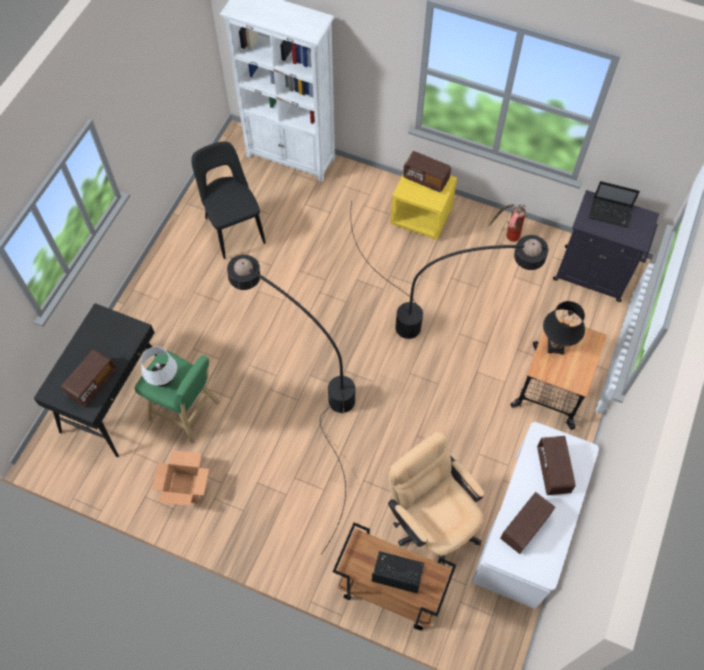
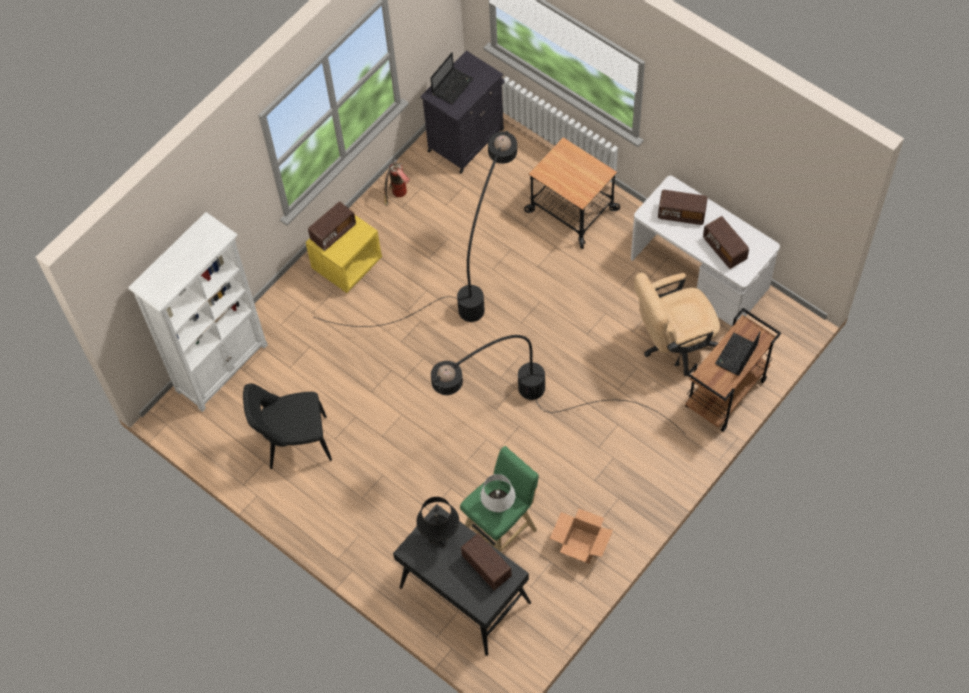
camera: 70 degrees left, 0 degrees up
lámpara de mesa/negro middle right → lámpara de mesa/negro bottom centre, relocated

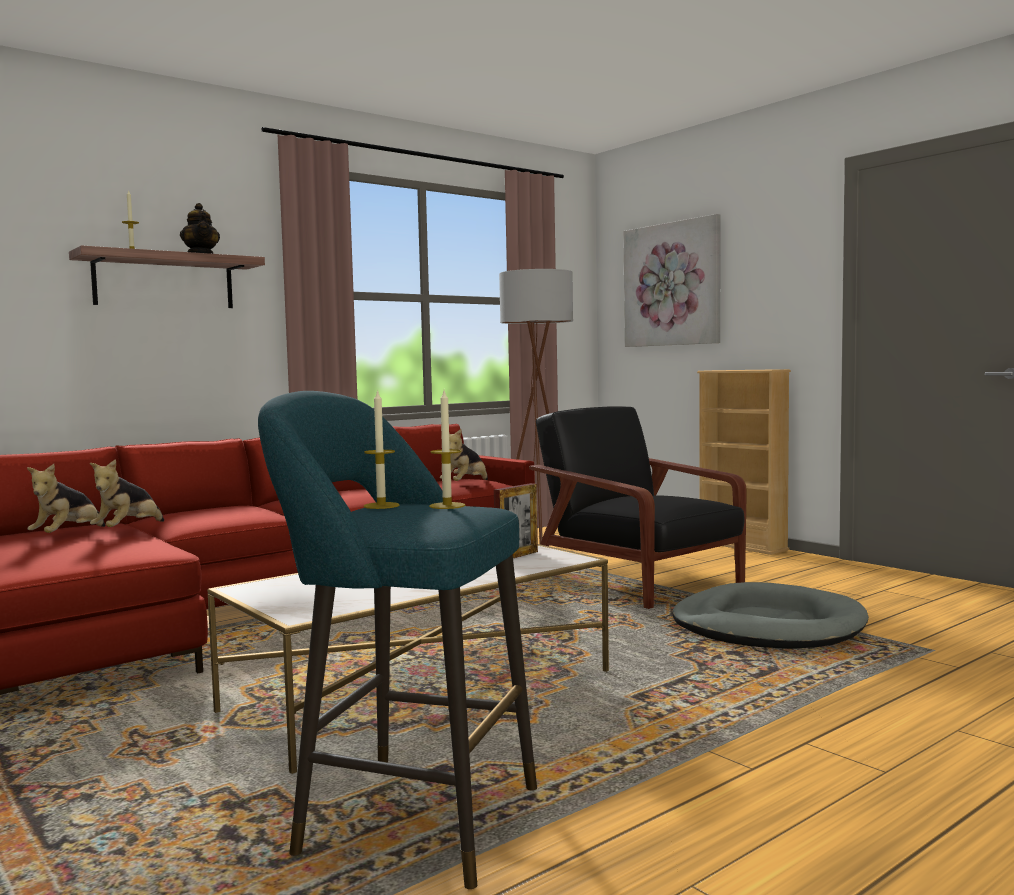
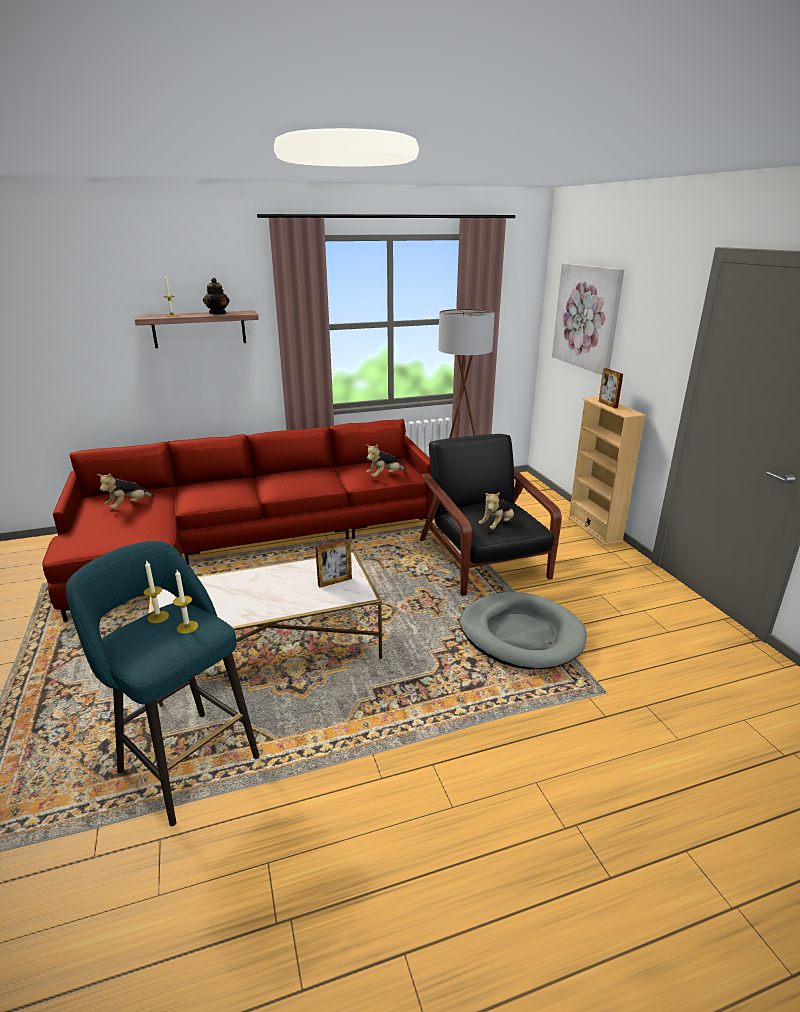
camera: 20 degrees right, 20 degrees up
- → portarretratos (no. 2 from left) middle right
peluche (no. 2 from left in the first image) middle left → peluche (no. 3 from left) centre, relocated

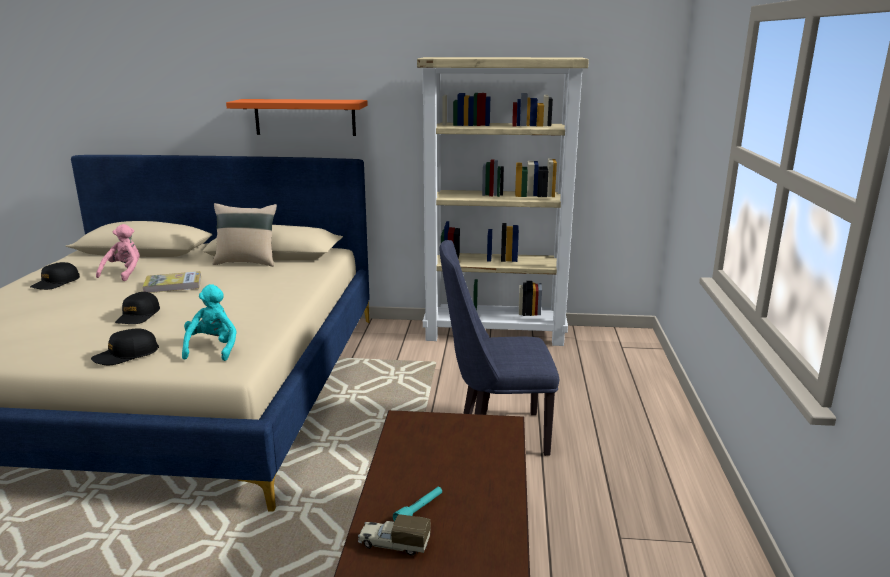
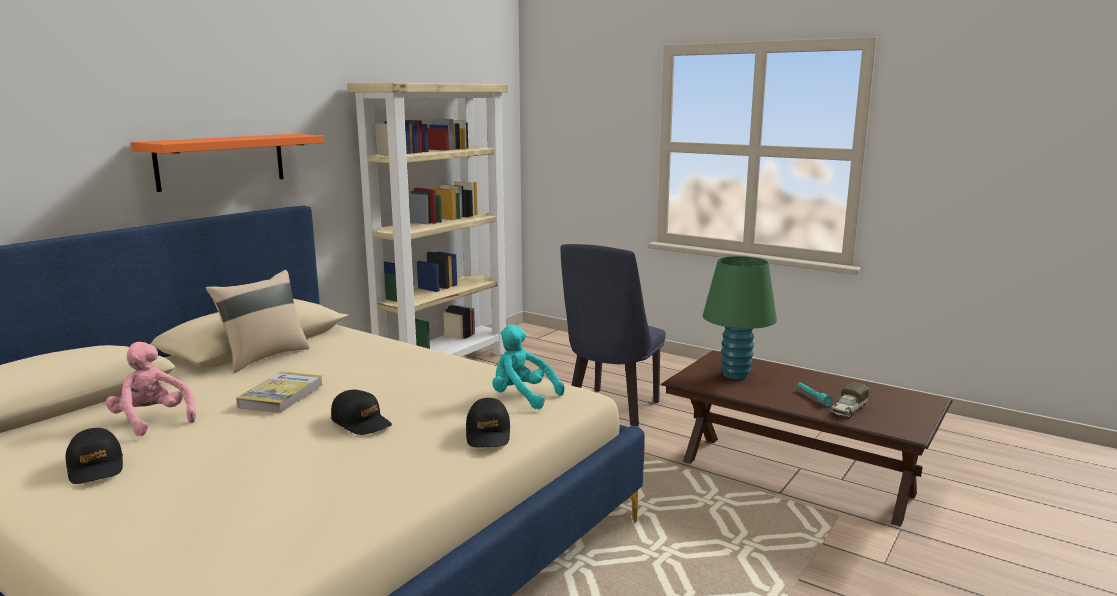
camera: 60 degrees left, 5 degrees down
- → lámpara de mesa/verde centre

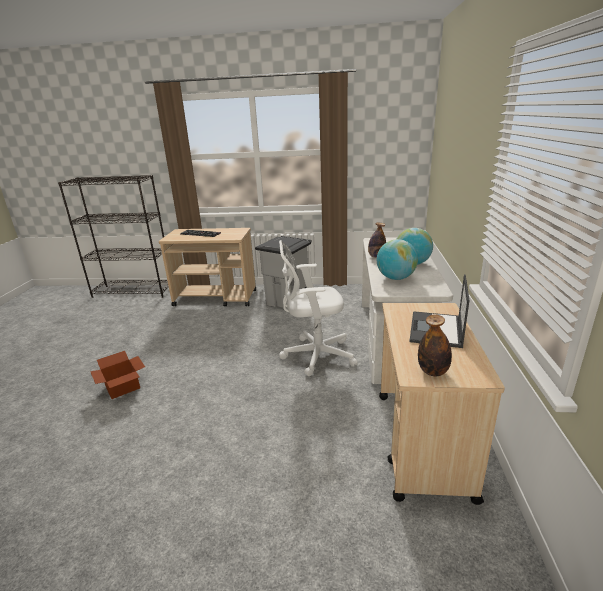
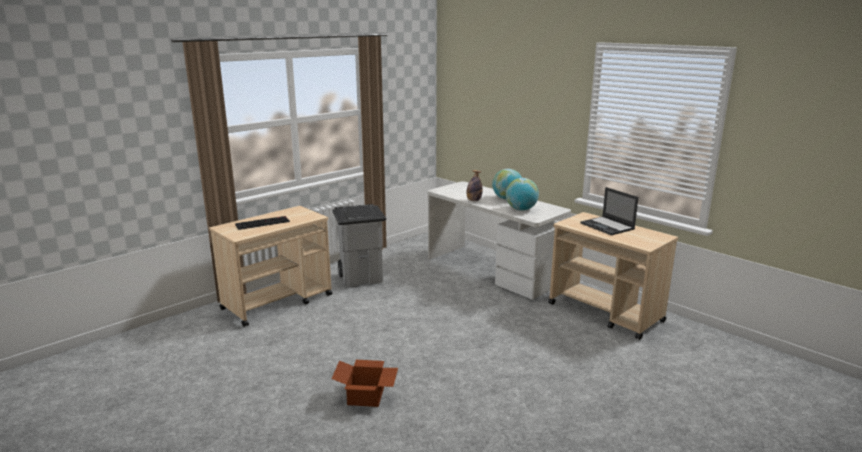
camera: 50 degrees left, 5 degrees down
estantería/negro middle left → -
silla de oficina/blanco centre → -
botella (no. 2 from left) middle right → -

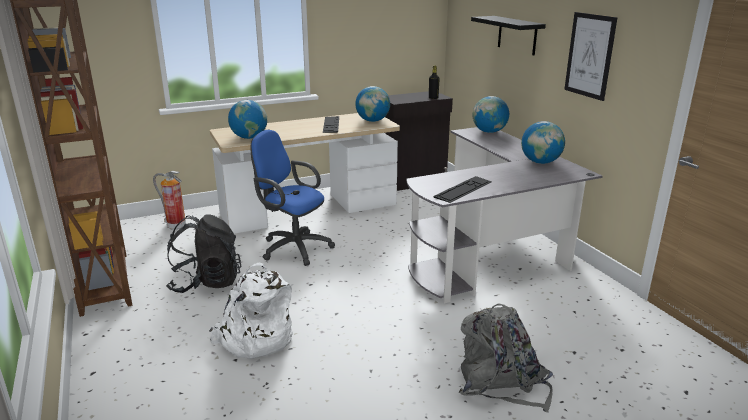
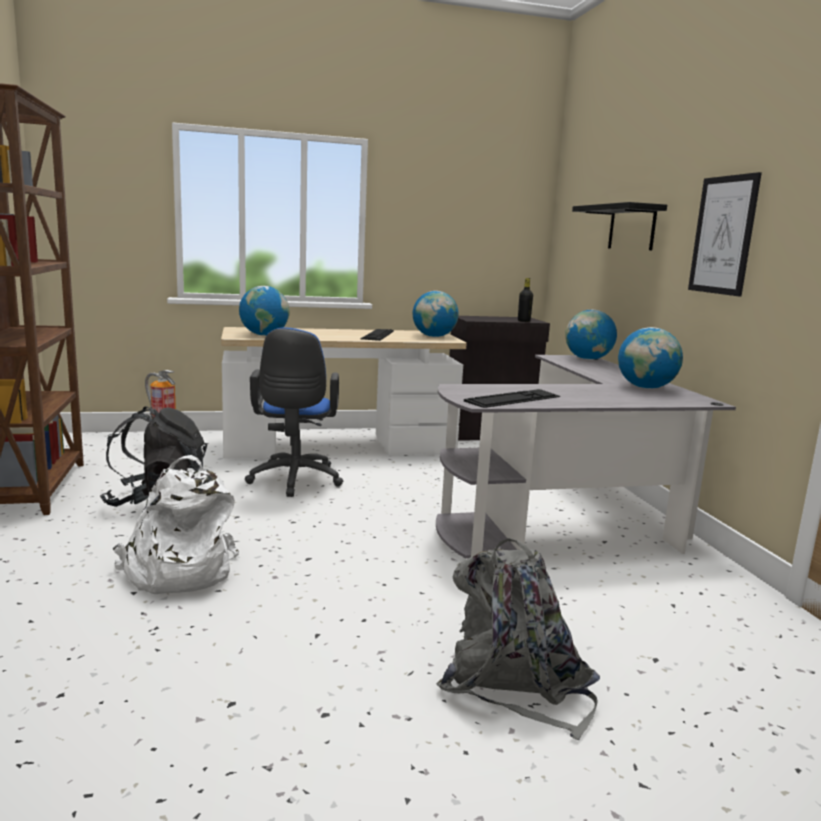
camera: 10 degrees right, 10 degrees down
silla de oficina/azul centre, 135 degrees counterclockwise

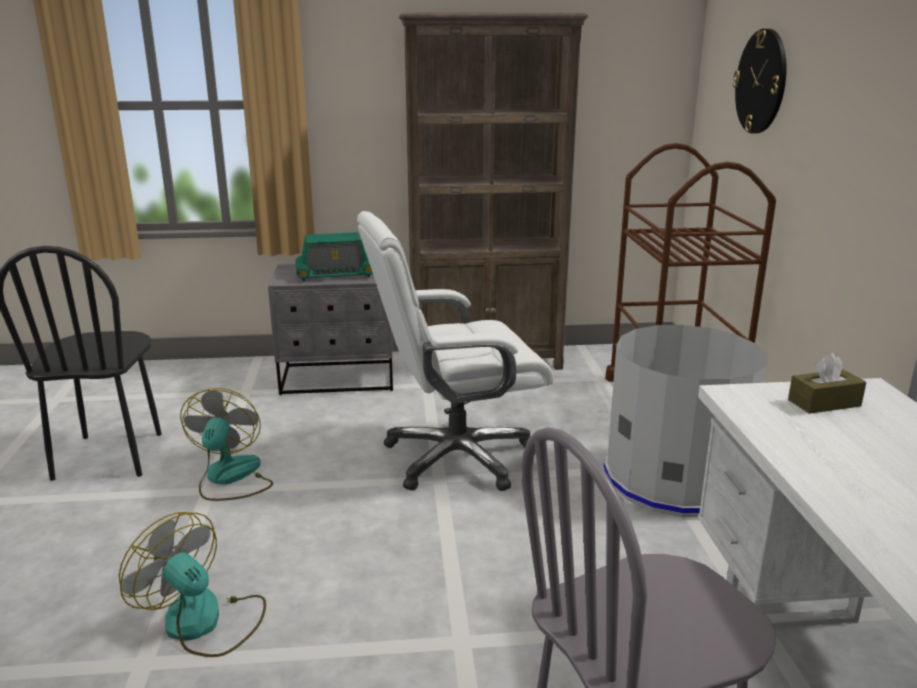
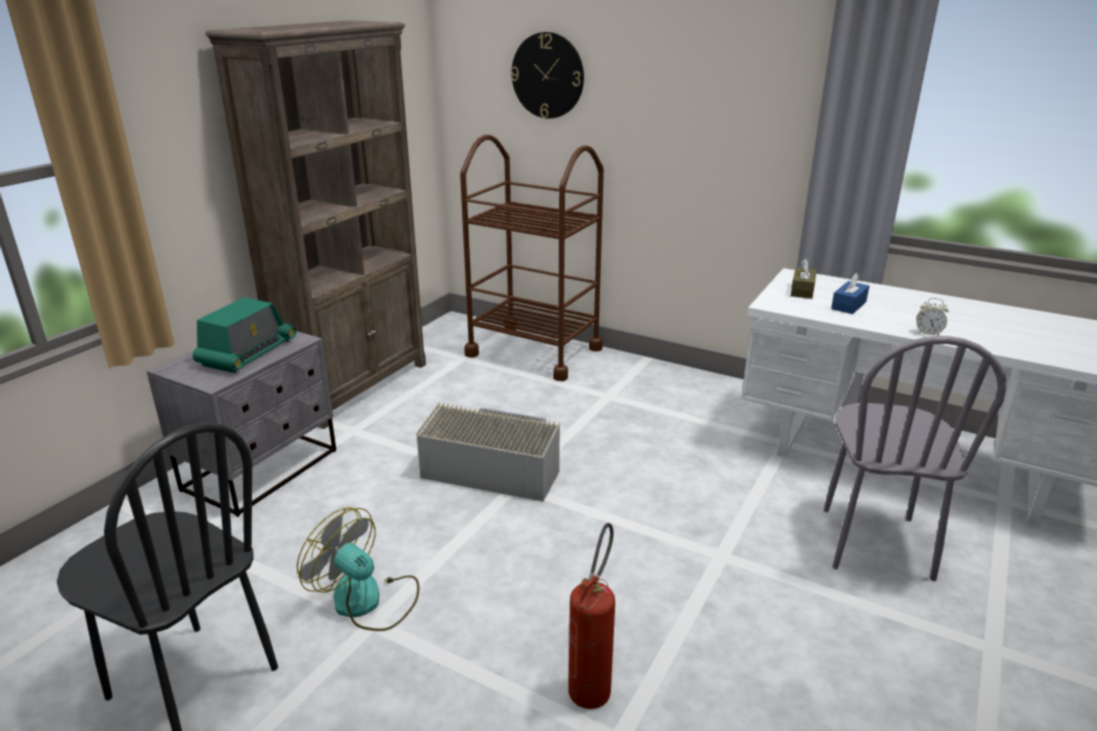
camera: 55 degrees left, 5 degrees up
papelera/gris middle right → -
- → caja de pañuelos/azul middle right
- → despertador middle right
ventilador (no. 1 from left) bottom left → extintor bottom centre
silla de oficina/blanco centre → caja de almacenaje/gris centre

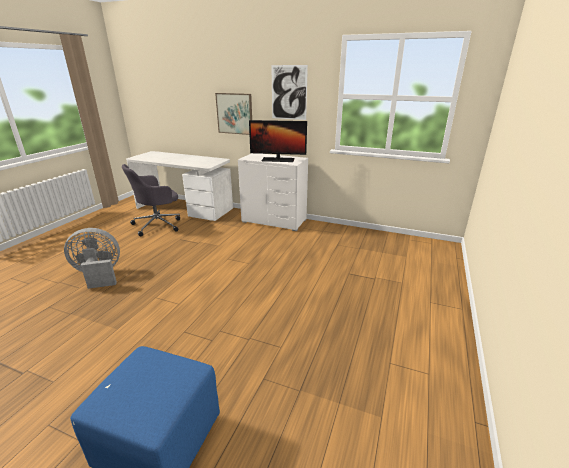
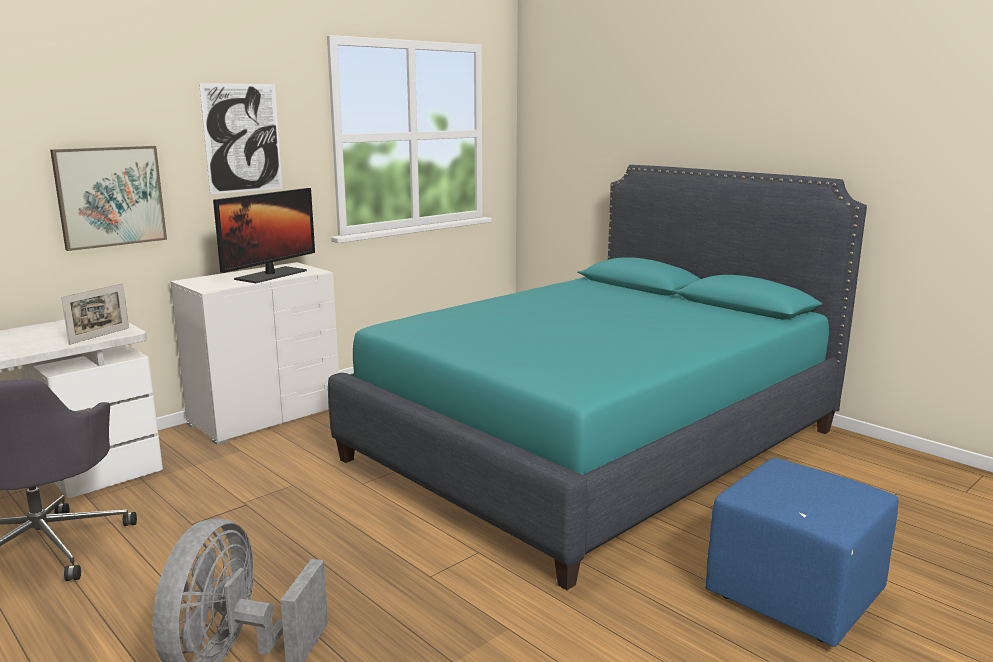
camera: 65 degrees left, 10 degrees down
- → portarretratos middle left
- → cama/turquesa centre

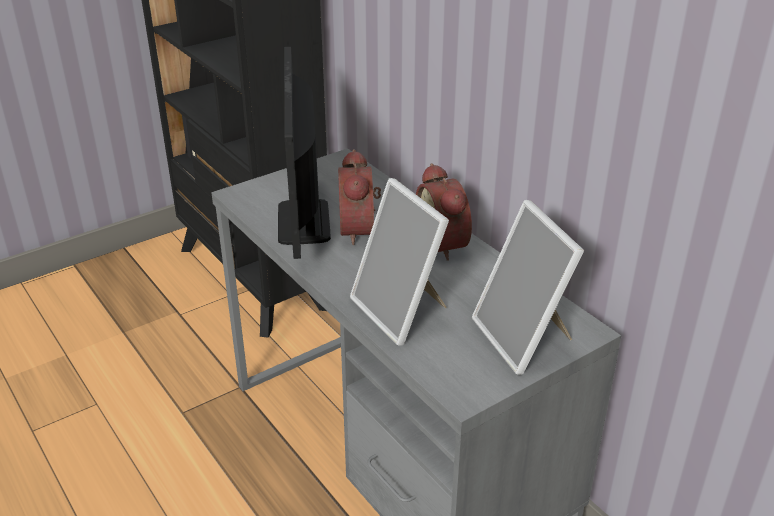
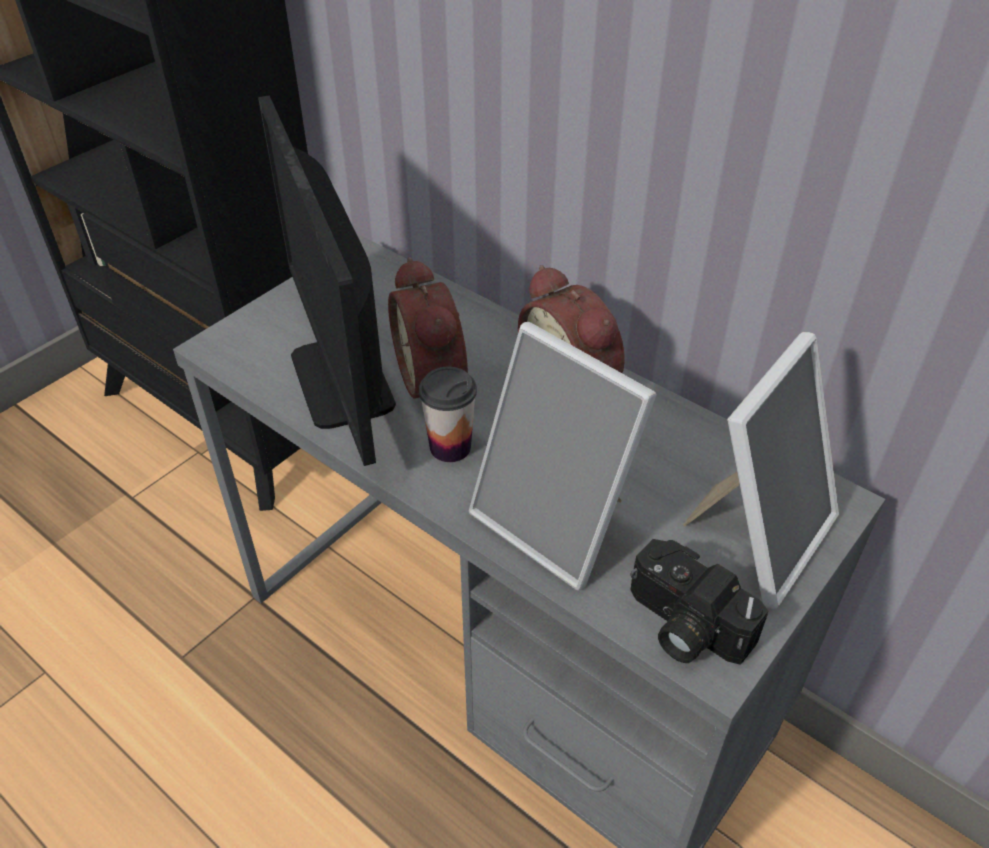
camera: 15 degrees left, 10 degrees up
- → taza centre
- → cámara bottom right
portarretratos (no. 2 from left) middle right, 105 degrees counterclockwise

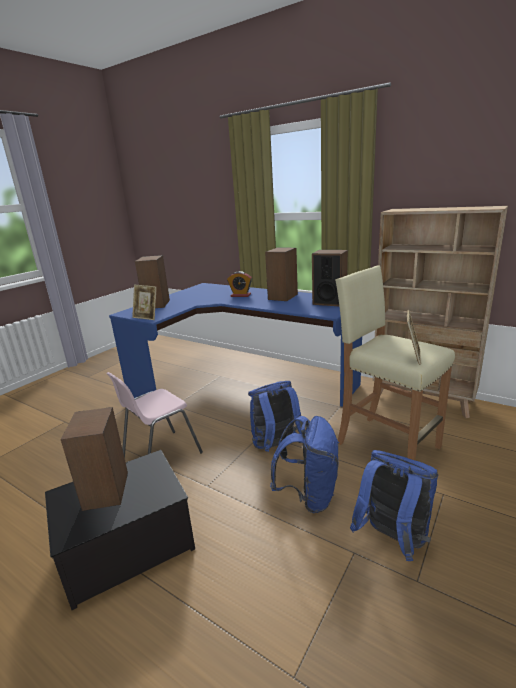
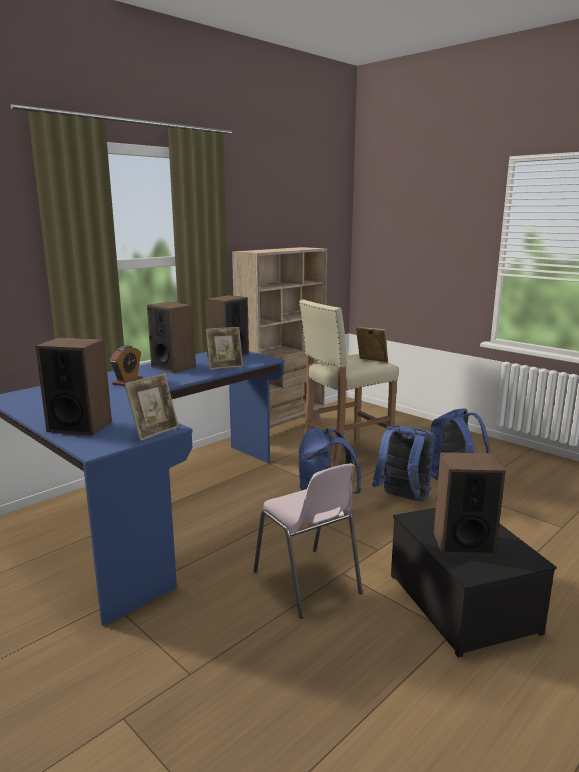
camera: 80 degrees left, 5 degrees down
- → portarretratos (no. 2 from left) centre

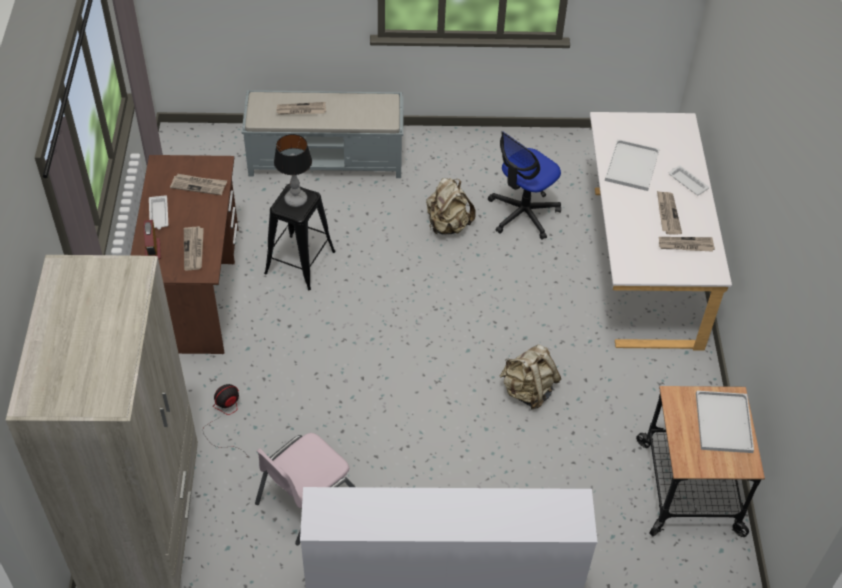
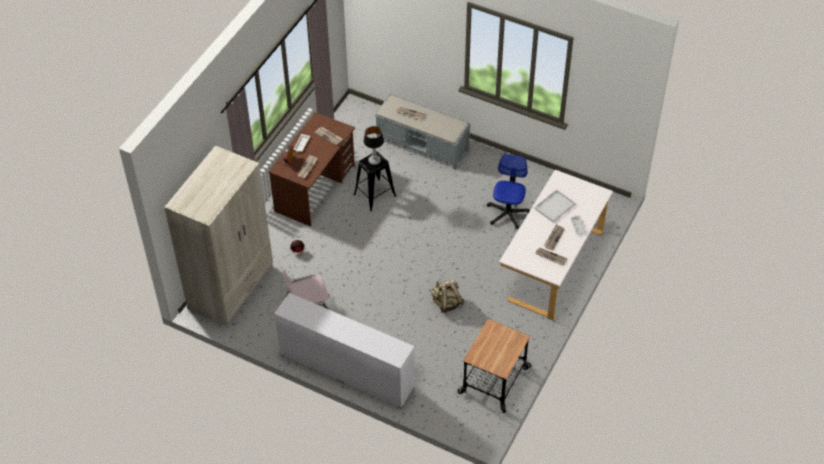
camera: 30 degrees right, 0 degrees up
mochila/beis (no. 1 from left) centre → -
bandeja/blanco (no. 4 from left) bottom right → -
silla de oficina top centre → silla de oficina centre, 120 degrees clockwise

